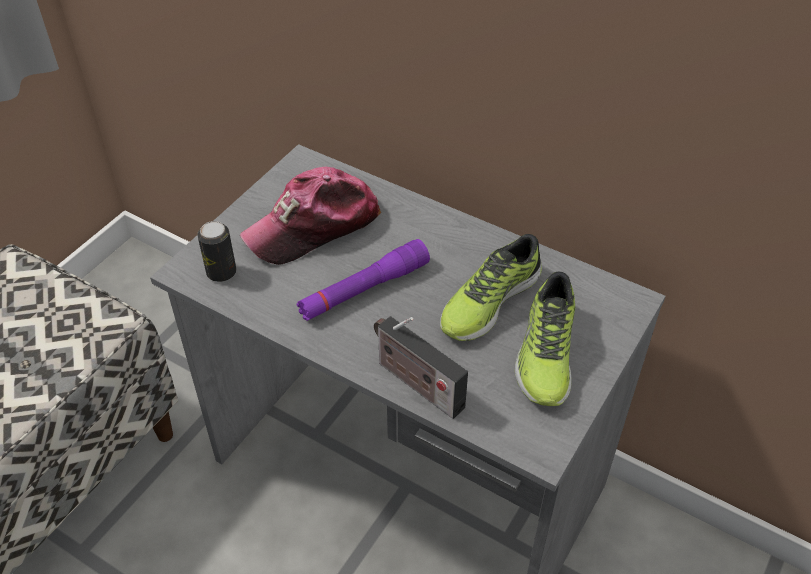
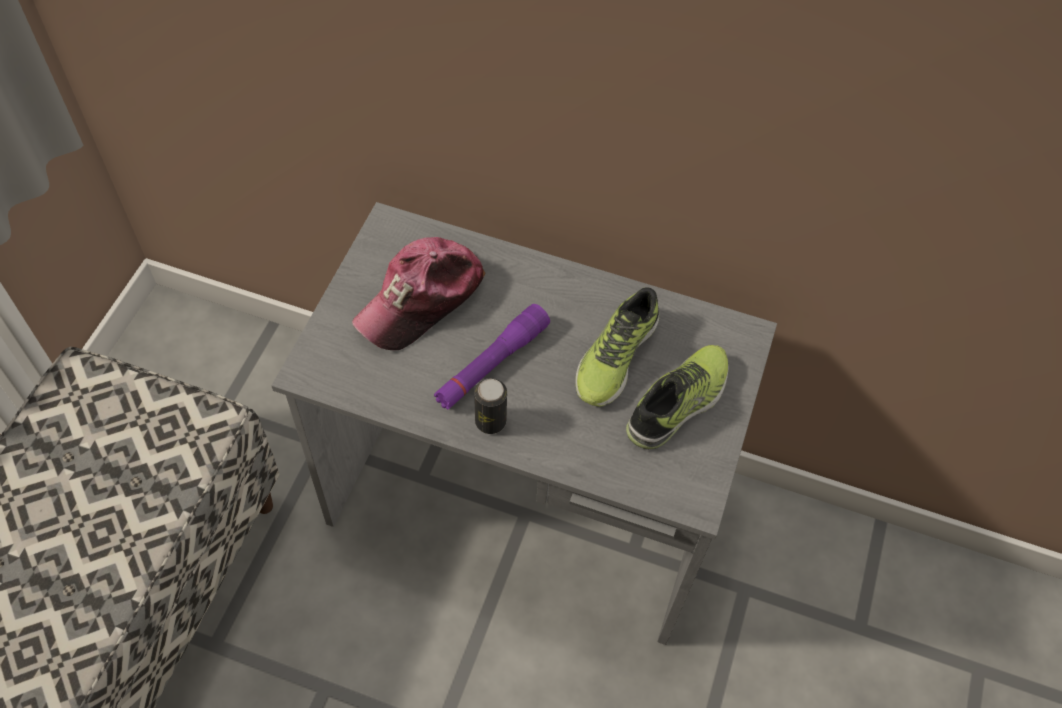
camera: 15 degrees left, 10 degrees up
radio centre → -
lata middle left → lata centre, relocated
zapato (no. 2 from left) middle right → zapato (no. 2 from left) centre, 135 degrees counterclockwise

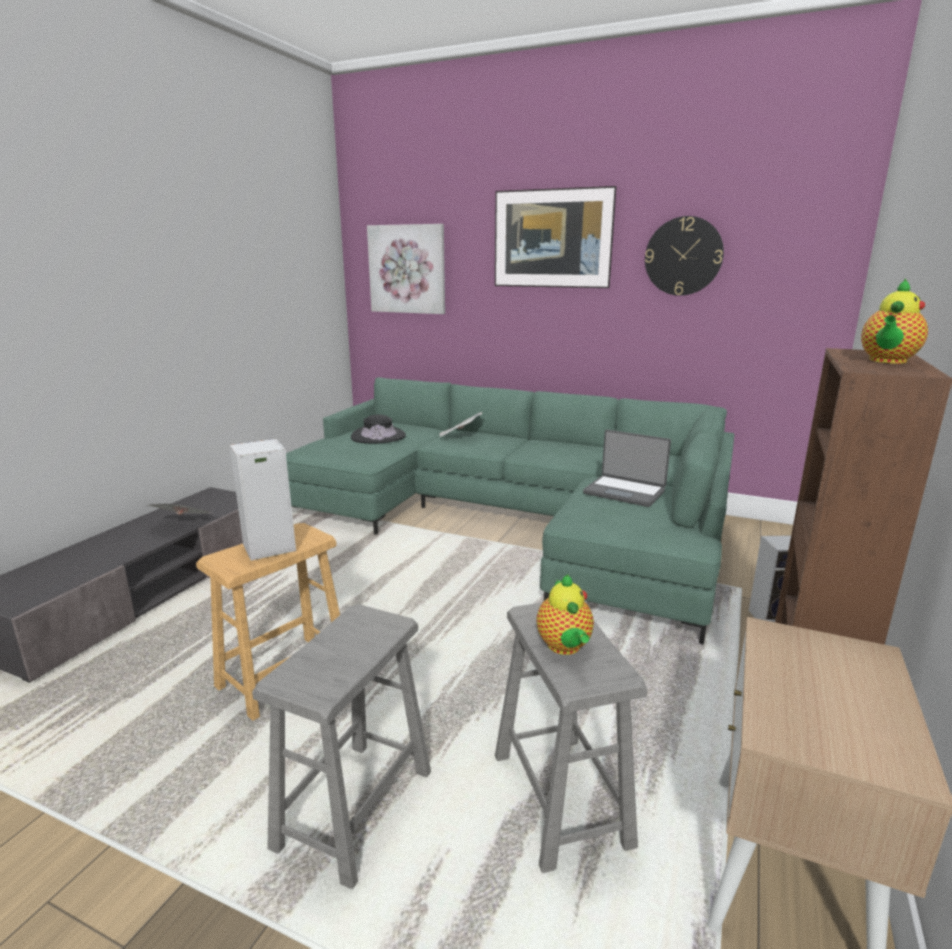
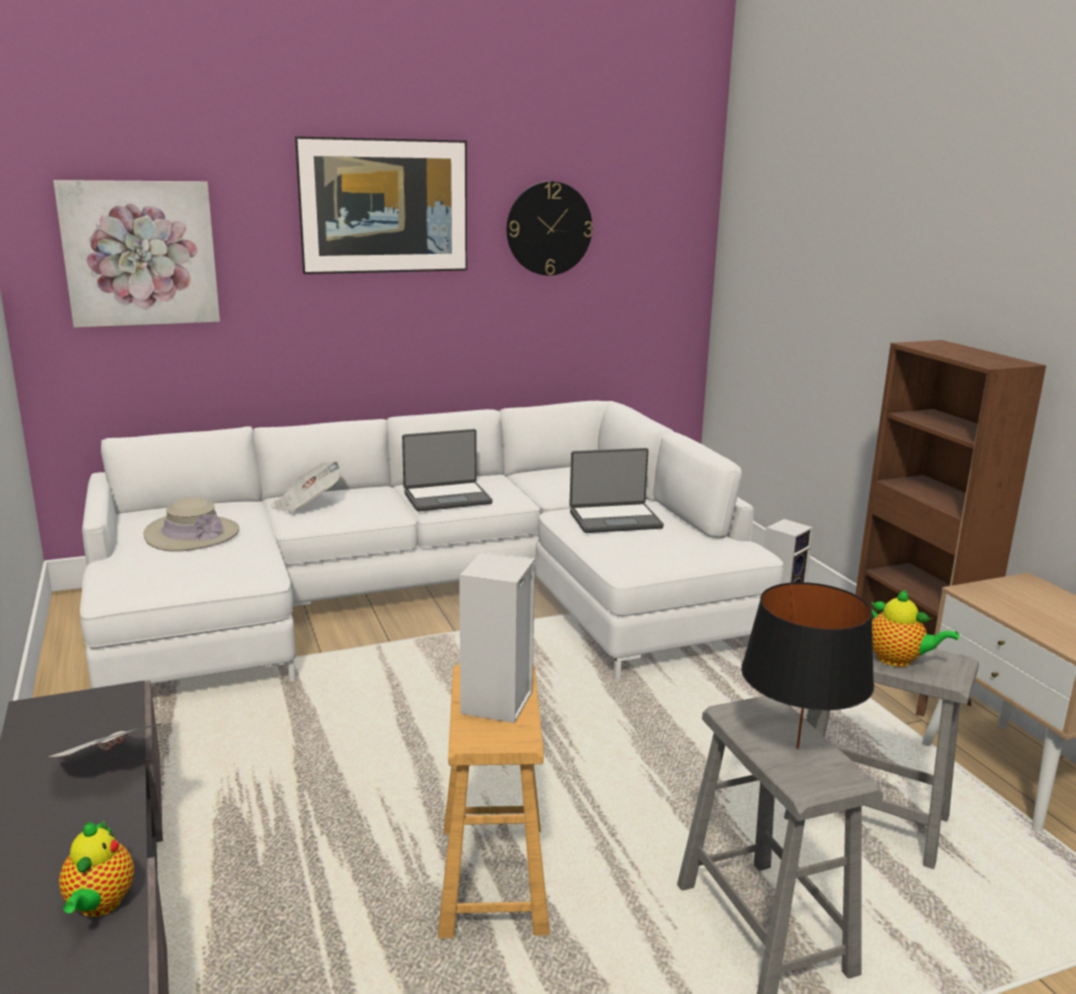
camera: 45 degrees left, 0 degrees up
- → portátil (no. 1 from left) centre
- → lámpara de mesa/negro bottom right
tetera (no. 2 from left in the first image) middle right → tetera (no. 1 from left) bottom left, relocated
sofá/verde centre → sofá/blanco centre
sombrero/negro centre → sombrero/beis middle left

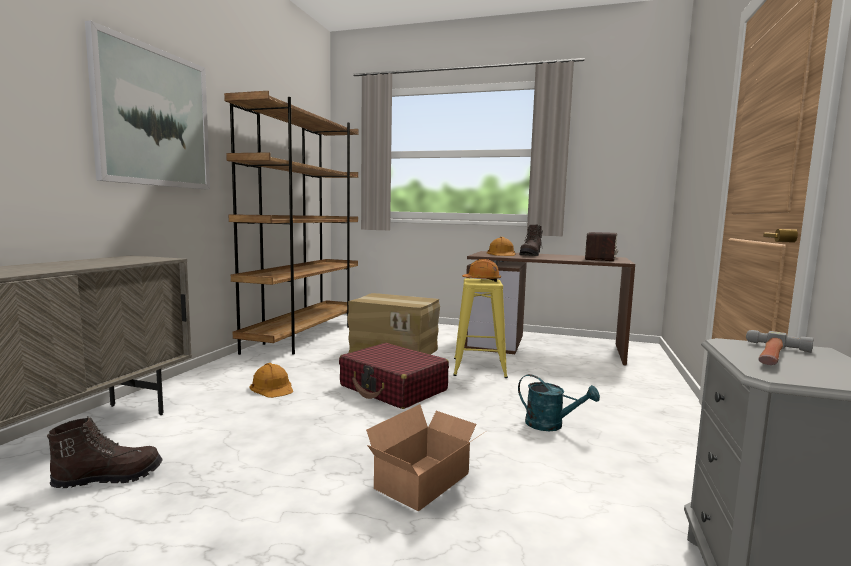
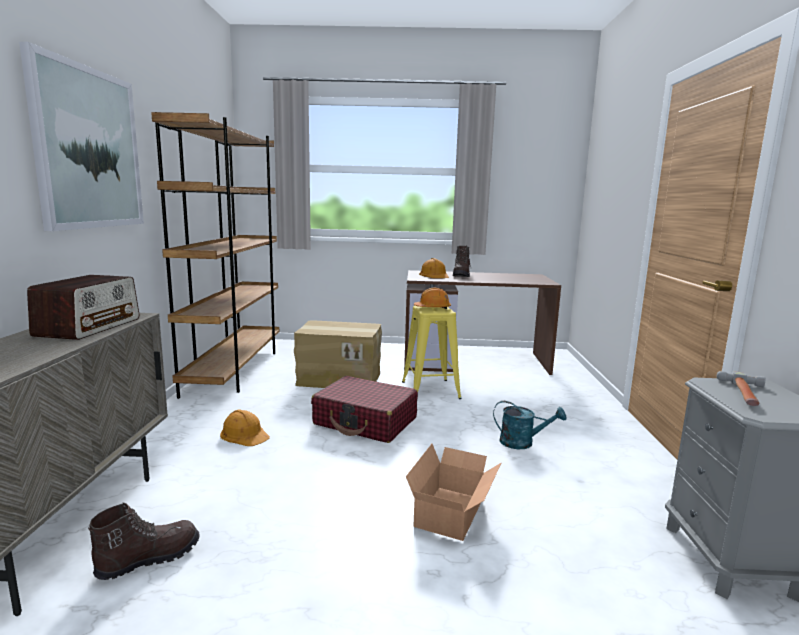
camera: 15 degrees left, 5 degrees up
radio middle right → radio middle left, relocated

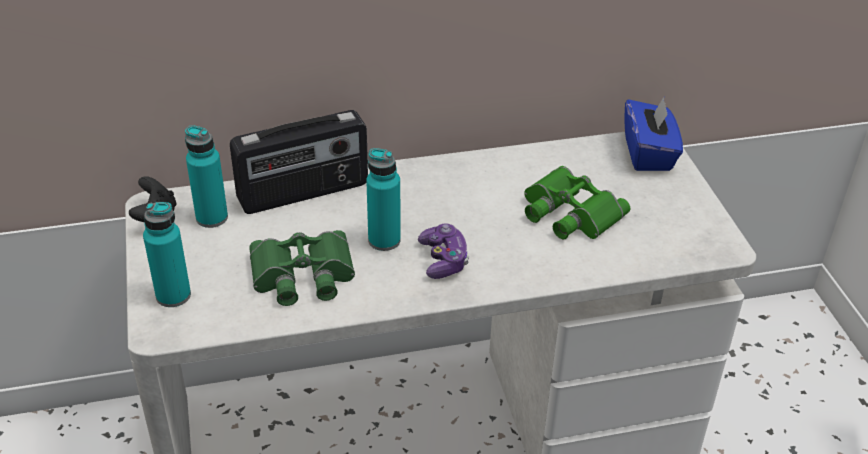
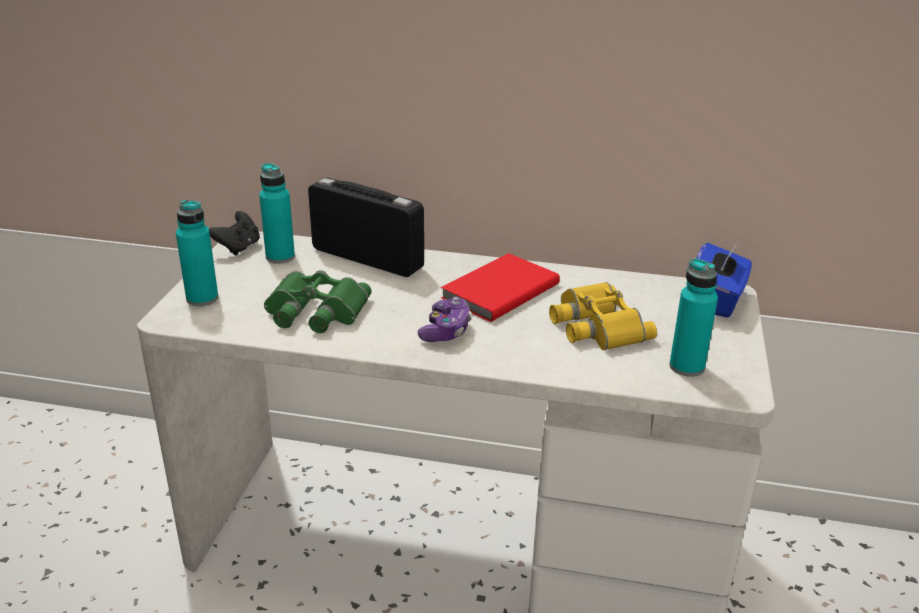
camera: 25 degrees right, 10 degrees down
- → libro/rojo centre
botella/turquesa (no. 3 from left) centre → botella/turquesa (no. 3 from left) middle right, relocated
prismáticos/verde (no. 2 from left) centre → prismáticos/amarillo centre
radio centre, 150 degrees counterclockwise

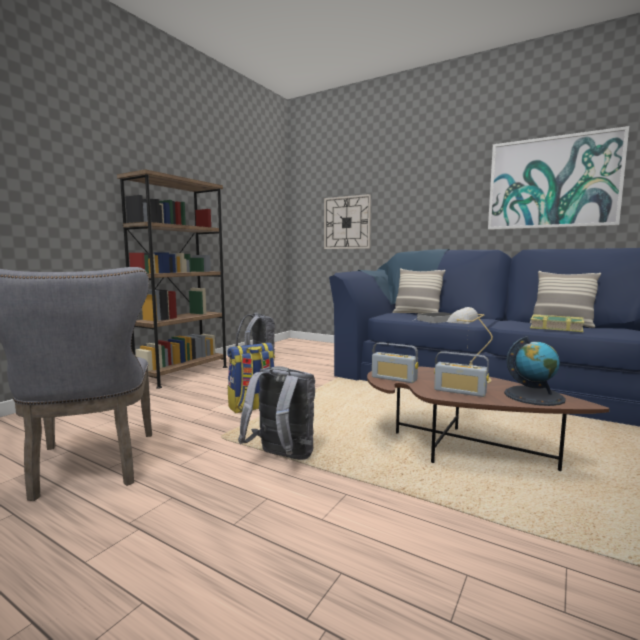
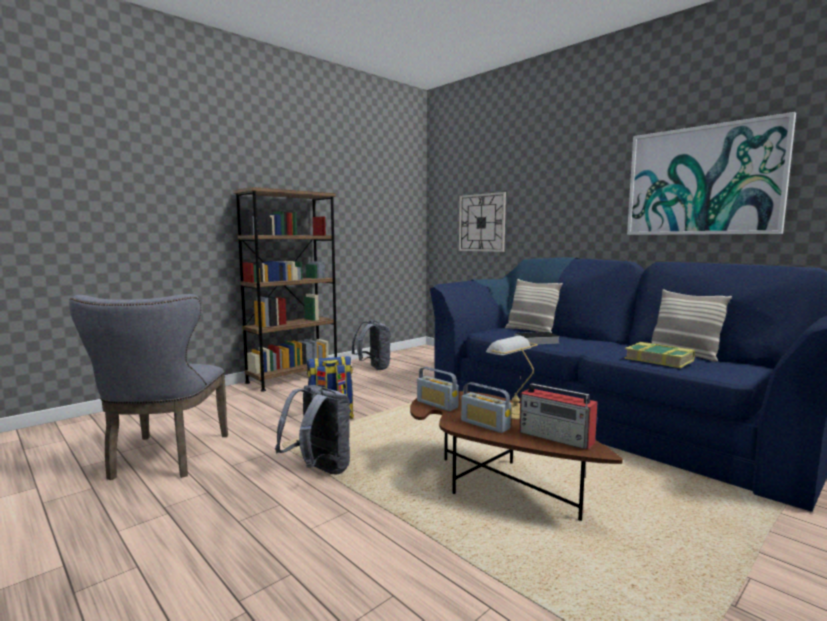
camera: 15 degrees right, 0 degrees up
globo terráqueo middle right → radio (no. 3 from left) bottom right

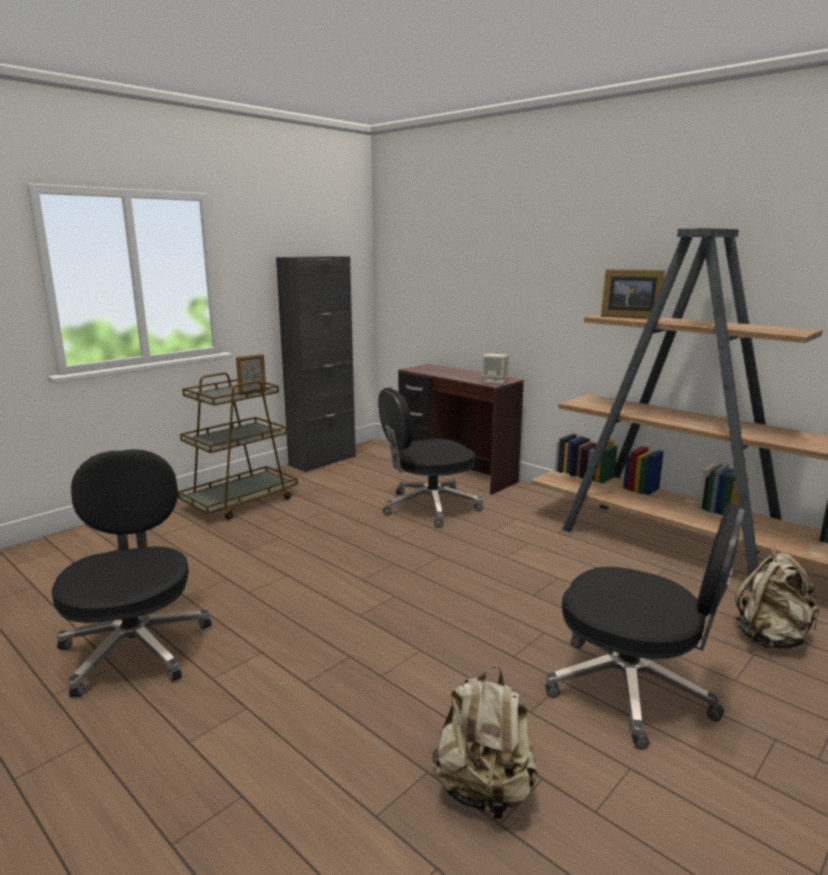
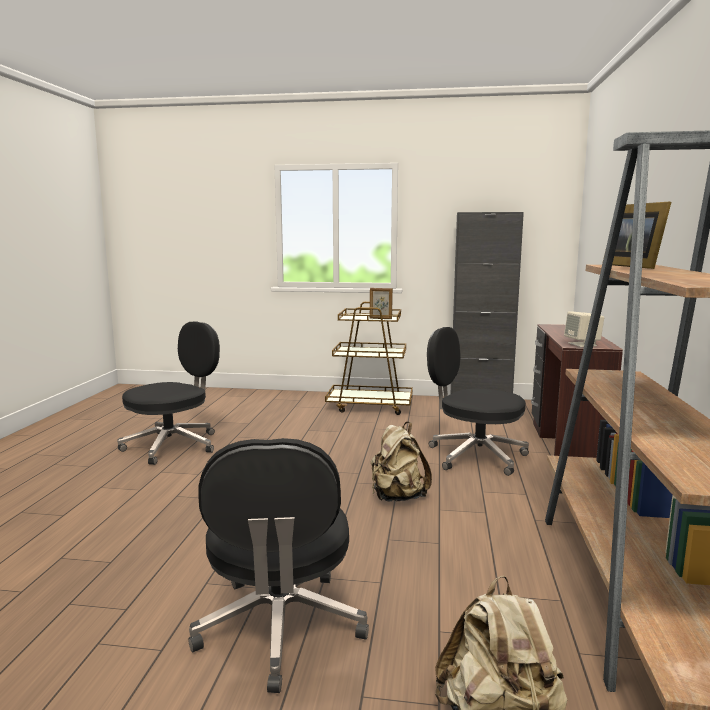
camera: 55 degrees right, 5 degrees down
mochila/beis (no. 1 from left) bottom centre → mochila/beis (no. 1 from left) centre, relocated

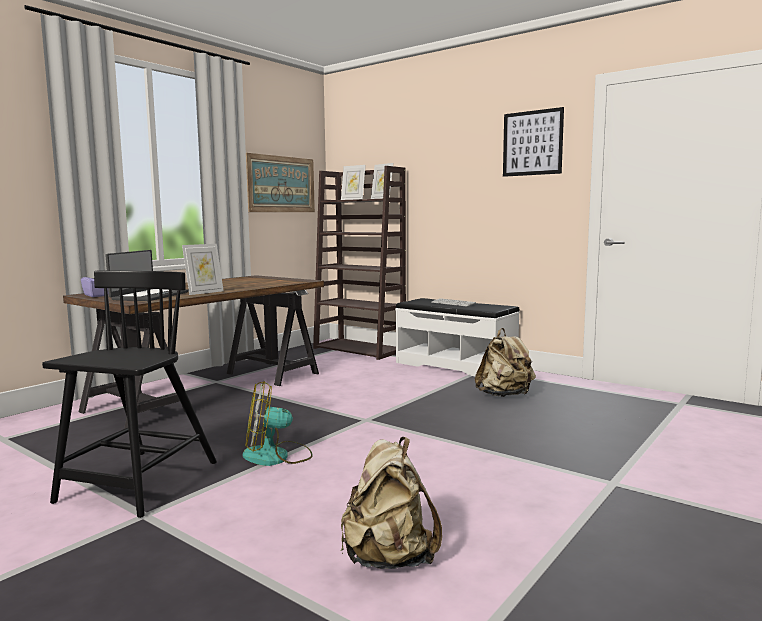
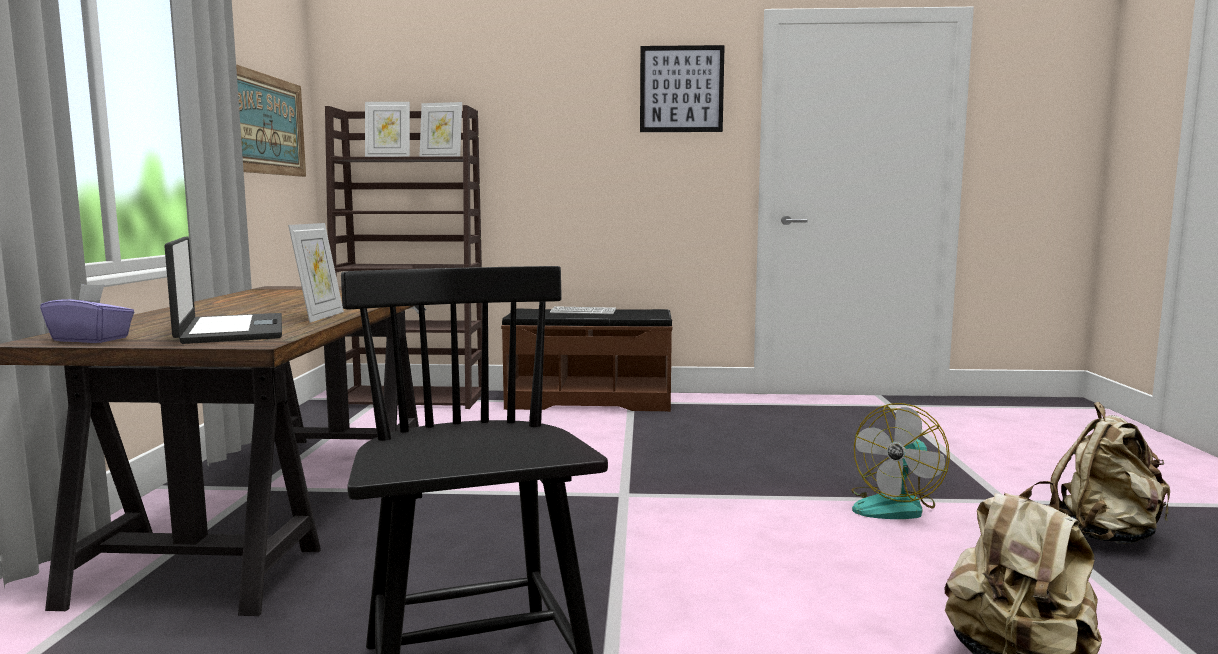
camera: 35 degrees left, 0 degrees up
ventilador bottom centre → ventilador bottom right, relocated
mochila/beis (no. 2 from left) centre → mochila/beis (no. 2 from left) bottom right, relocated
banco/blanco centre → banco/marrón centre

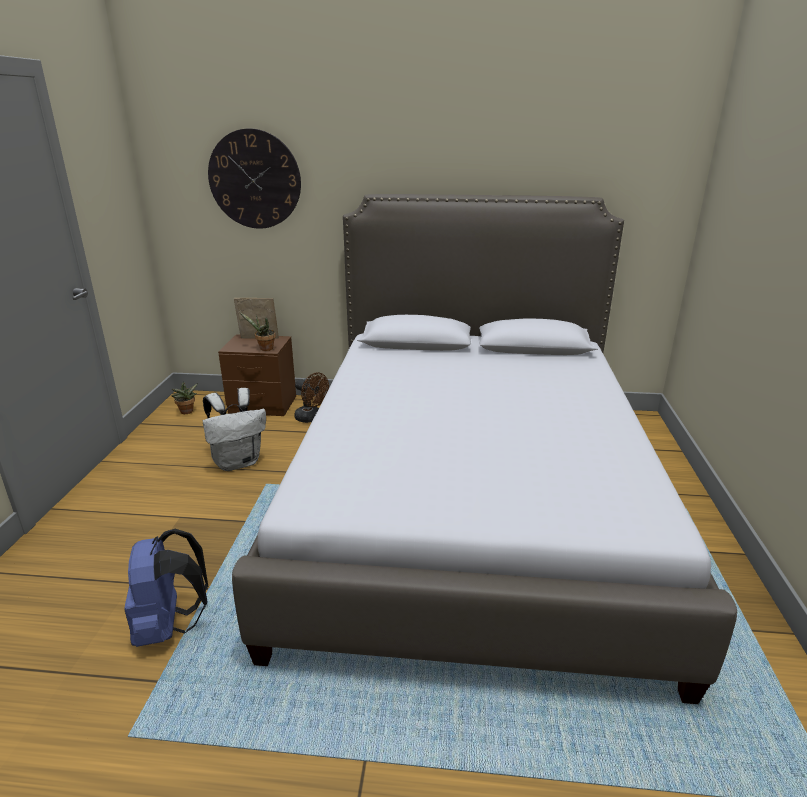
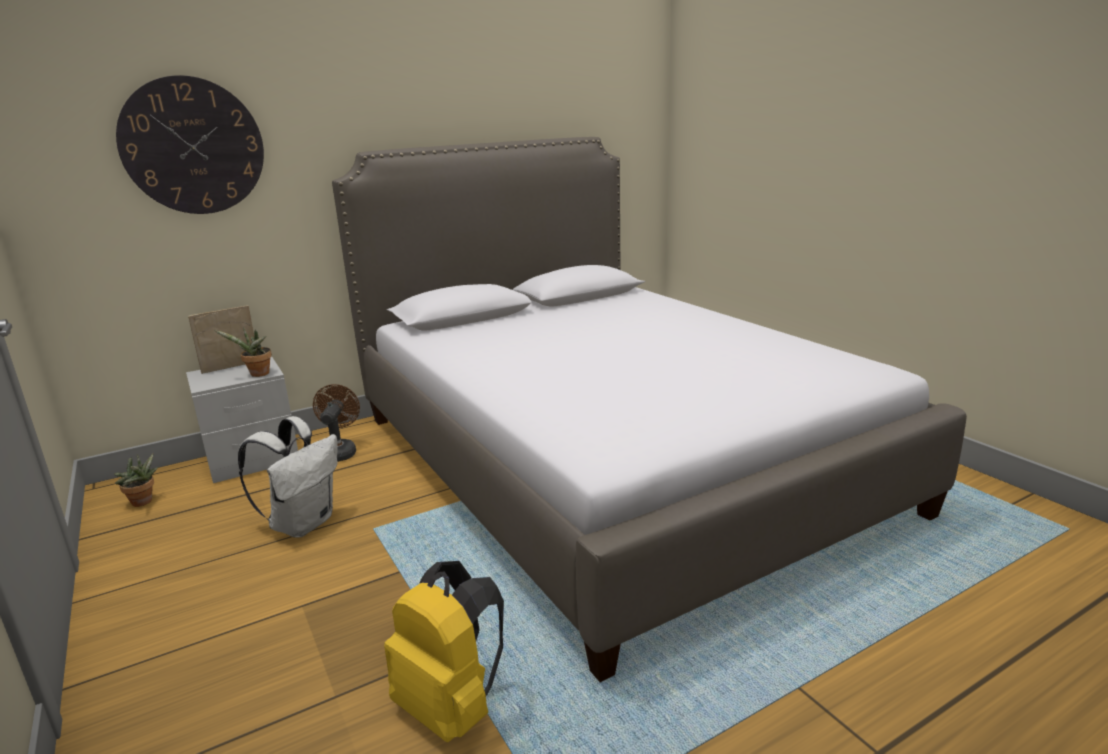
camera: 35 degrees left, 5 degrees down
mochila/azul bottom left → mochila/amarillo bottom centre
mesita de noche/marrón middle left → mesita de noche/gris middle left
ventilador/marrón centre → ventilador/marrón middle left, 90 degrees counterclockwise

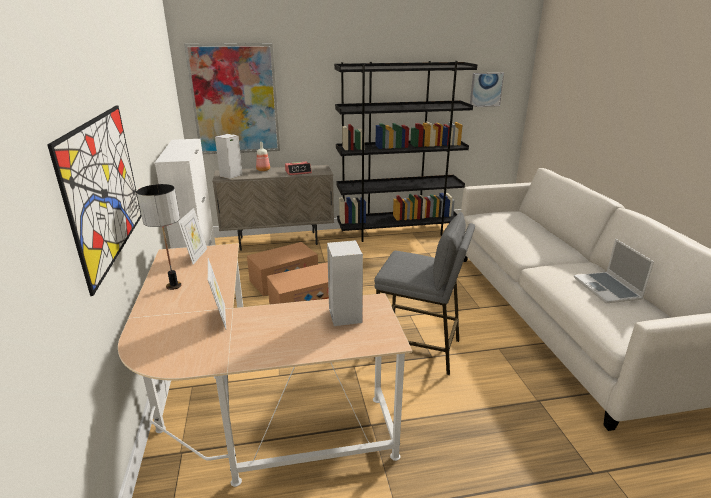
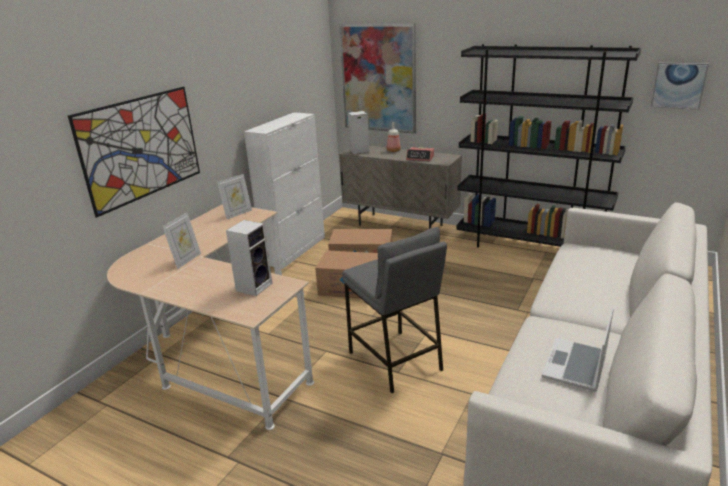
camera: 40 degrees right, 0 degrees up
lámpara de mesa middle left → -

